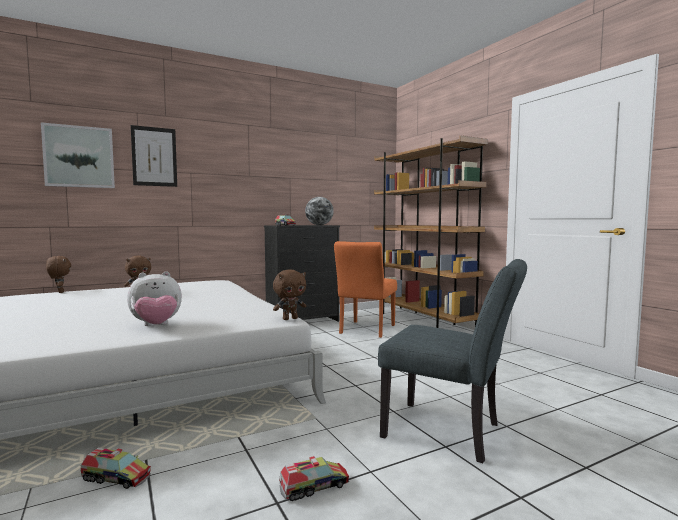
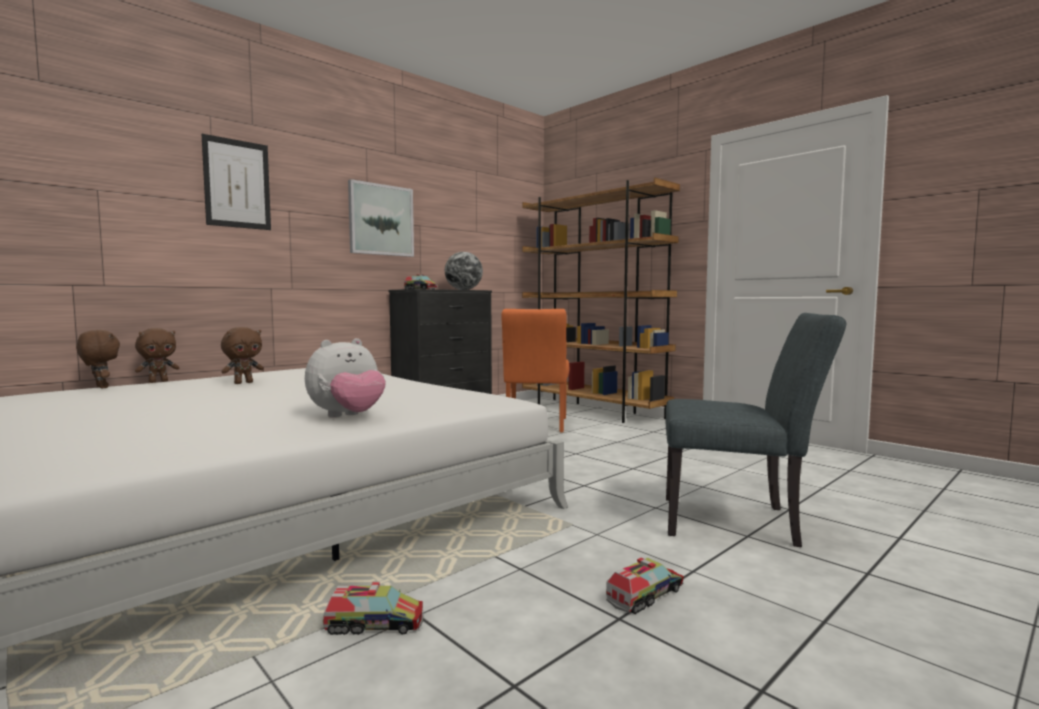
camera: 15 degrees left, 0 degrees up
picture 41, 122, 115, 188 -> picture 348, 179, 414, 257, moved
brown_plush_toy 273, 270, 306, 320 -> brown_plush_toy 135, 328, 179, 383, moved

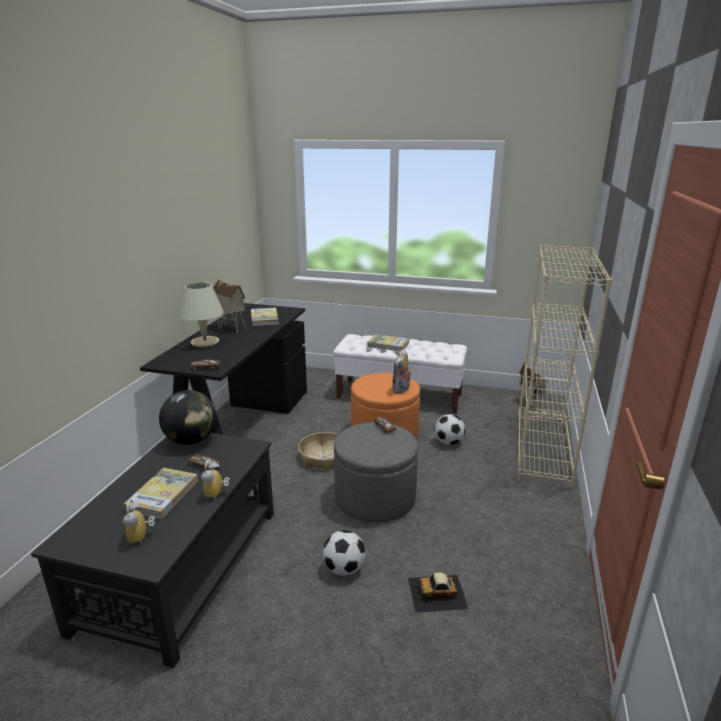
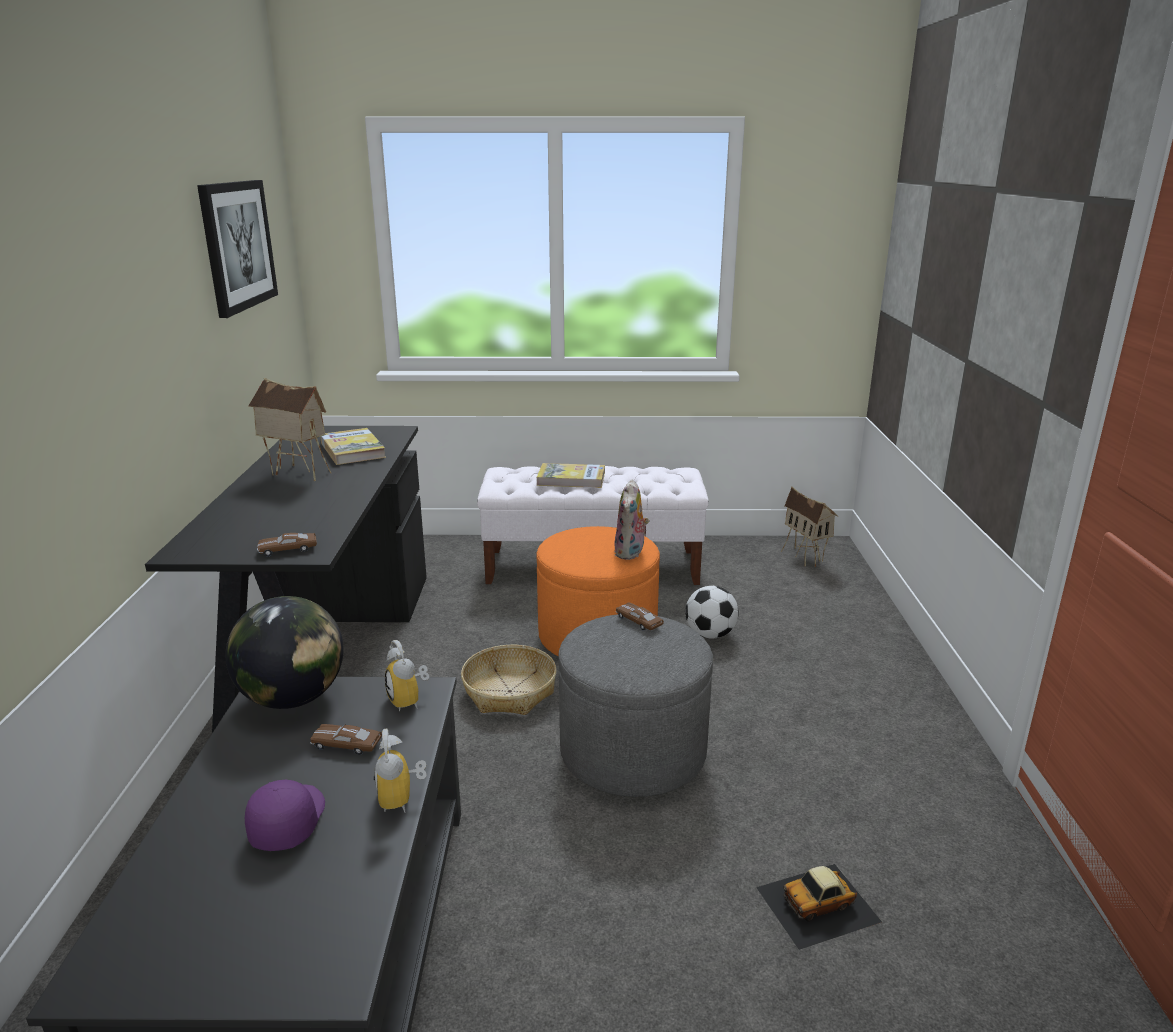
camera: 15 degrees left, 0 degrees up
beige_table_lamp 179, 282, 224, 348 -> none
football 323, 530, 366, 576 -> none
beige_bookcase 517, 245, 612, 489 -> none
none -> picture 197, 180, 278, 318
alarm_clock 123, 499, 155, 544 -> alarm_clock 385, 640, 429, 711, moved
book 124, 468, 198, 519 -> purple_cap 245, 780, 325, 851

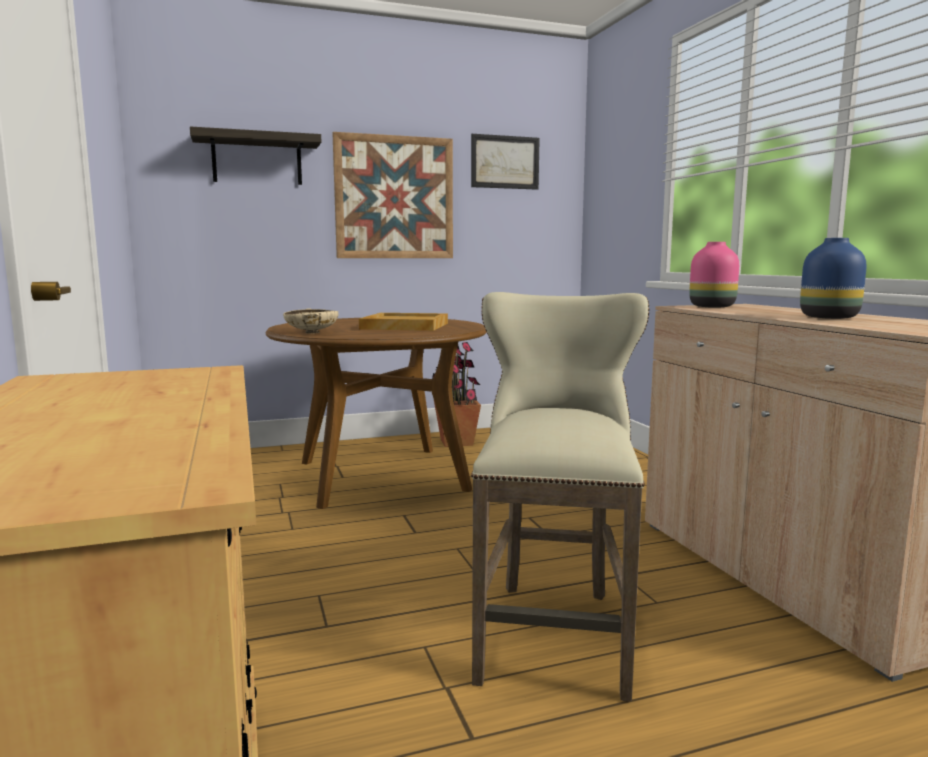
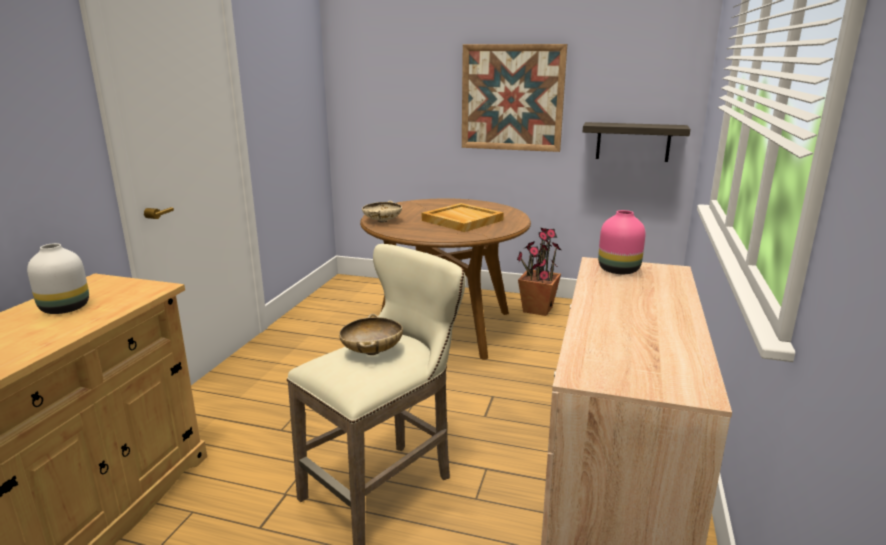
camera: 35 degrees right, 10 degrees up
picture 471, 134, 540, 190 -> none
blue_vase 800, 238, 866, 319 -> none
none -> white_vase 27, 243, 89, 314
none -> beige_bowl 339, 314, 403, 355
shelf 190, 126, 321, 185 -> shelf 583, 122, 690, 162, moved

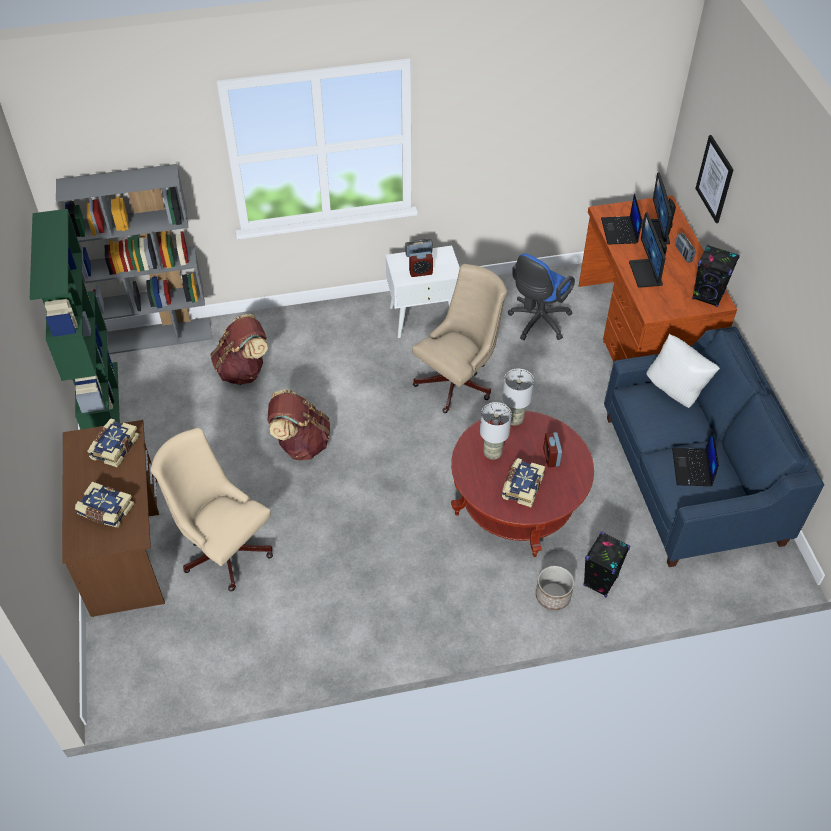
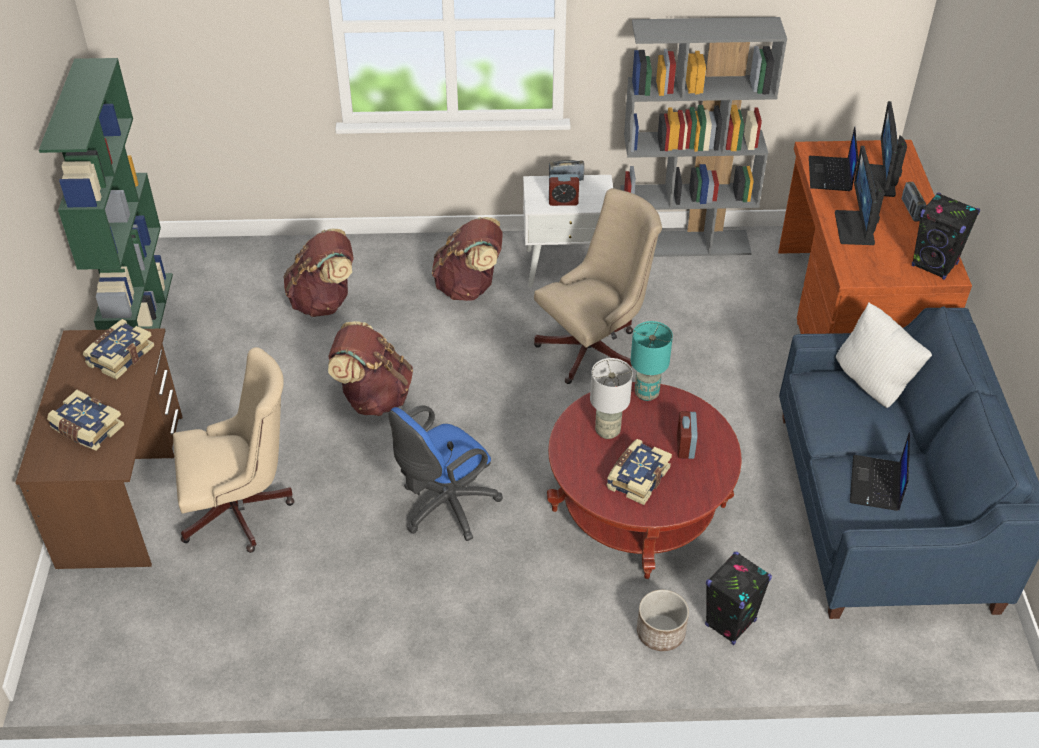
camera: 10 degrees right, 5 degrees down
picture 695, 135, 734, 223 -> none
none -> brown_backpack 432, 217, 503, 301
grey_bookcase 56, 164, 212, 354 -> grey_bookcase 620, 17, 787, 257, moved
blue_office_chair 508, 254, 575, 340 -> blue_office_chair 388, 405, 503, 541, moved
grey_table_lamp 503, 368, 534, 426 -> turquoise_table_lamp 631, 321, 673, 401
beige_office_chair 150, 428, 273, 592 -> beige_office_chair 173, 347, 295, 553, 120 degrees clockwise

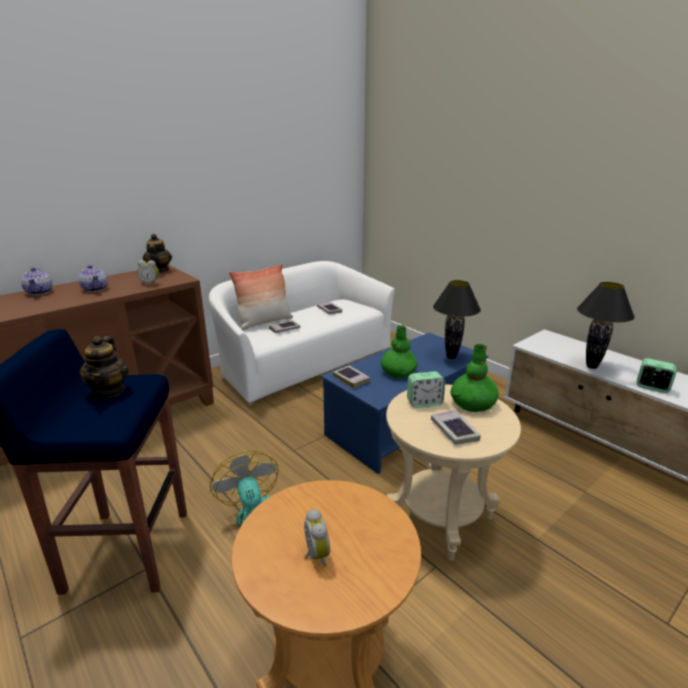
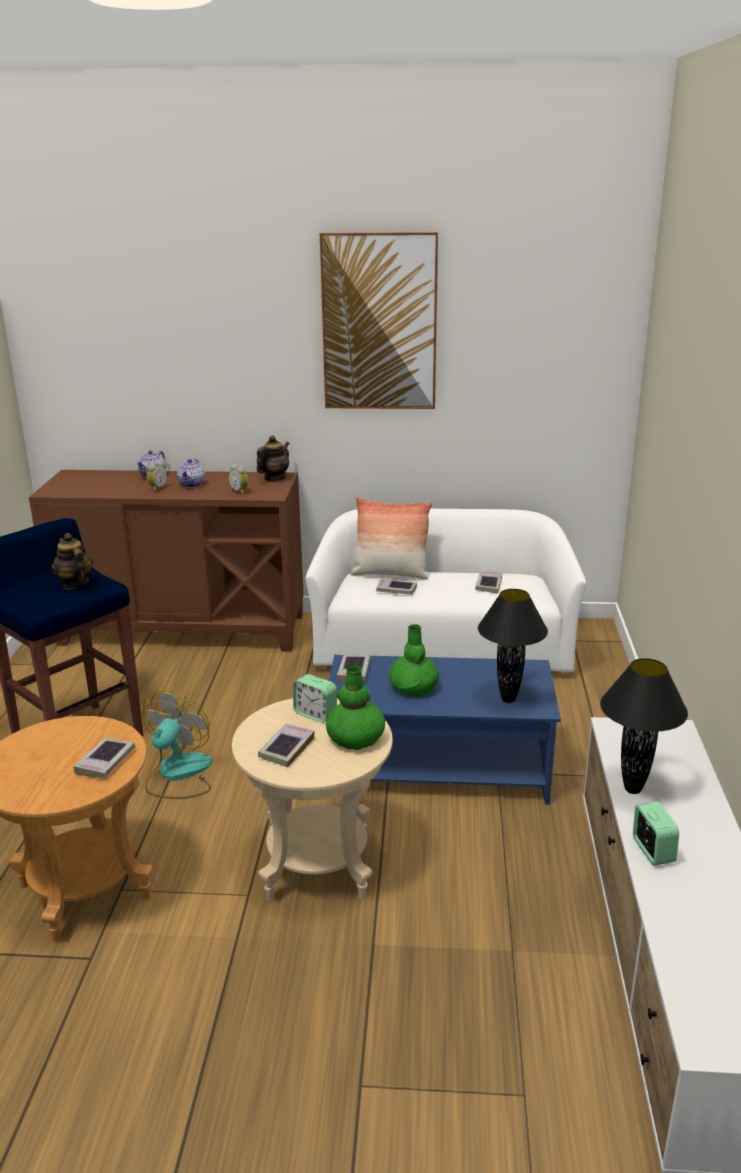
camera: 45 degrees right, 0 degrees up
none -> book 73, 738, 135, 779
none -> picture 320, 232, 438, 409
alarm_clock 304, 509, 330, 567 -> alarm_clock 147, 461, 167, 492, moved
teapot 79, 336, 129, 398 -> teapot 51, 533, 93, 590, 105 degrees clockwise

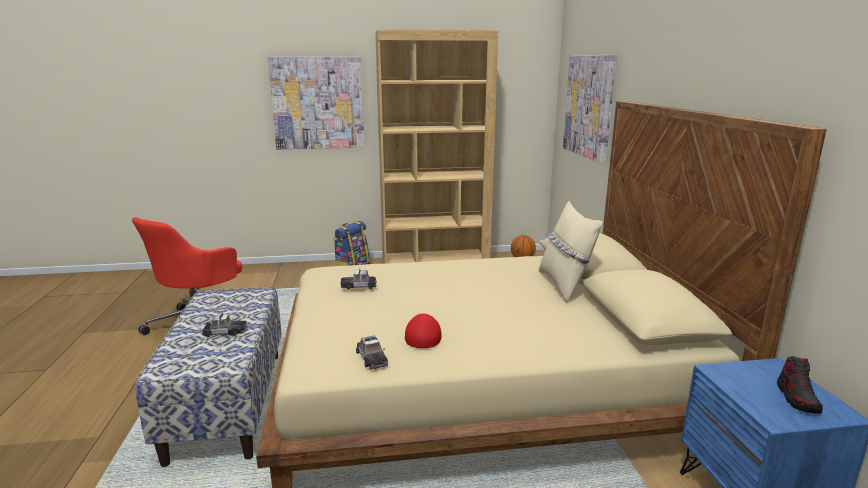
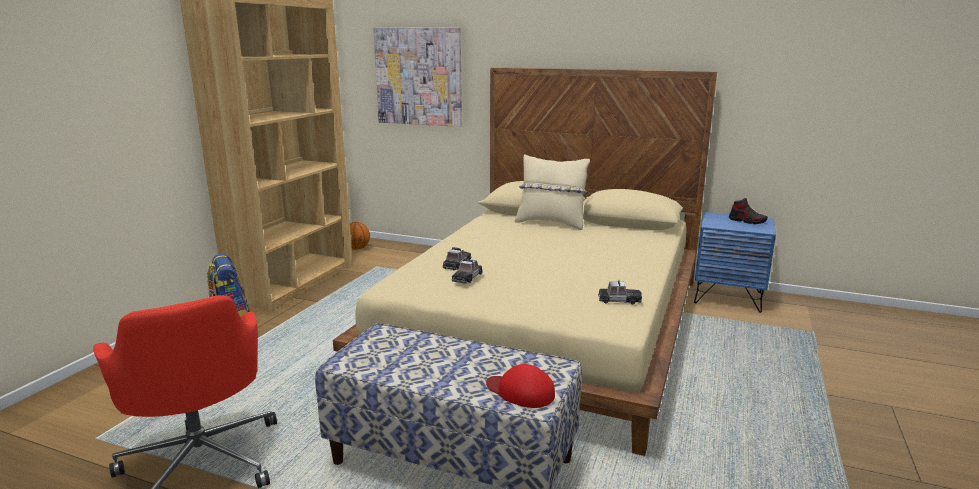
camera: 60 degrees left, 0 degrees up
picture 268, 57, 364, 149 -> none
toy_car 202, 312, 247, 338 -> toy_car 442, 247, 471, 270, moved
red_cap 405, 314, 442, 348 -> red_cap 486, 364, 555, 408, moved

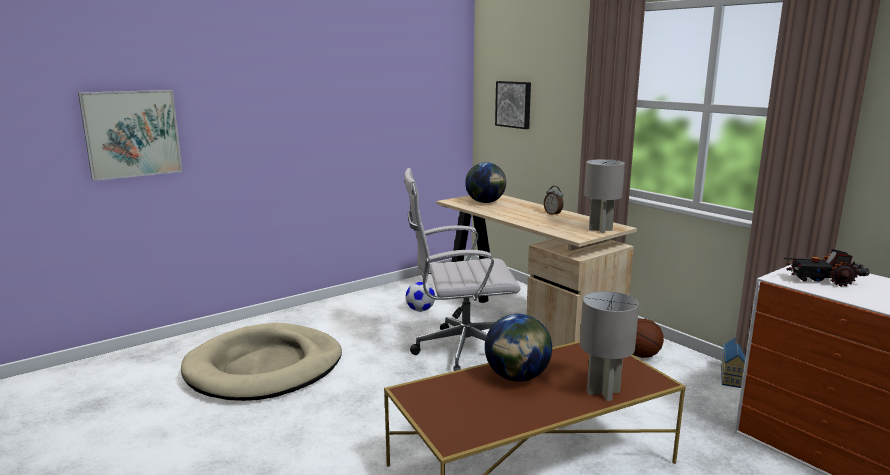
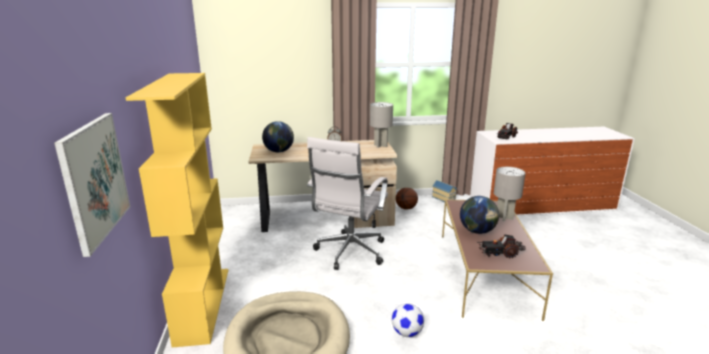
camera: 60 degrees left, 5 degrees up
picture 495, 81, 531, 129 -> none
none -> yellow_bookcase 125, 73, 228, 347
none -> toy_truck 477, 234, 526, 258
football 405, 282, 435, 312 -> football 392, 303, 424, 337, moved

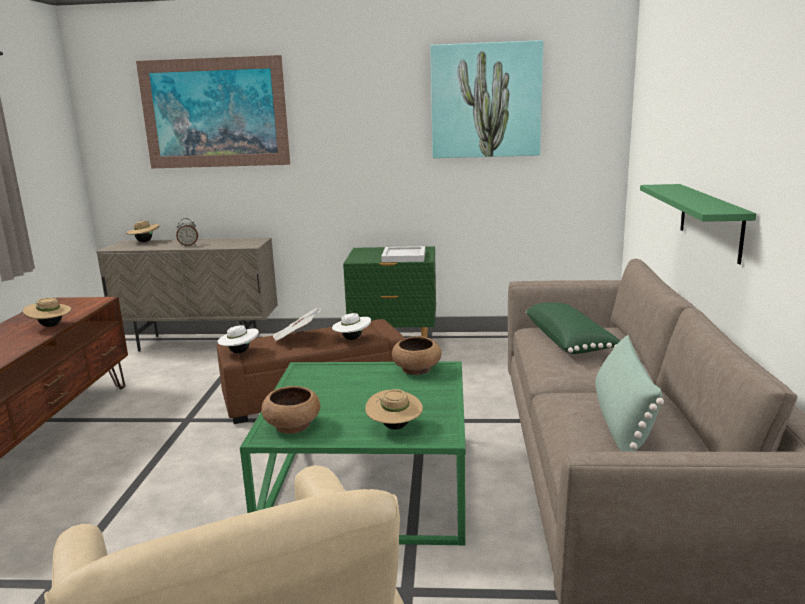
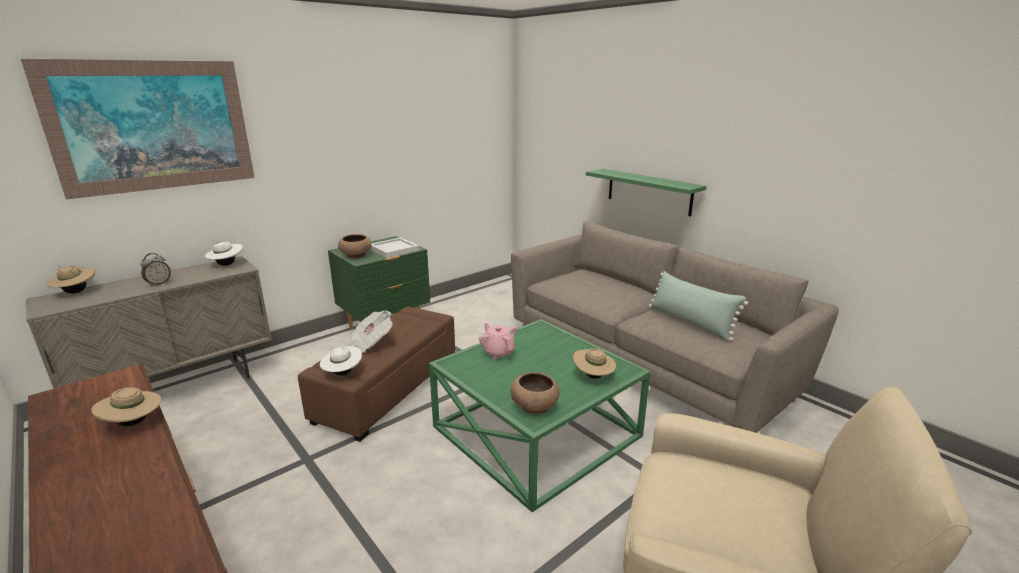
camera: 45 degrees left, 5 degrees up
picture 430, 40, 543, 158 -> none
green_pillow 526, 302, 620, 354 -> none
none -> pink_teapot 479, 323, 517, 359
white_hat 332, 311, 371, 340 -> white_hat 205, 241, 243, 266, moved
brown_bowl 392, 336, 441, 375 -> brown_bowl 338, 234, 372, 258, moved

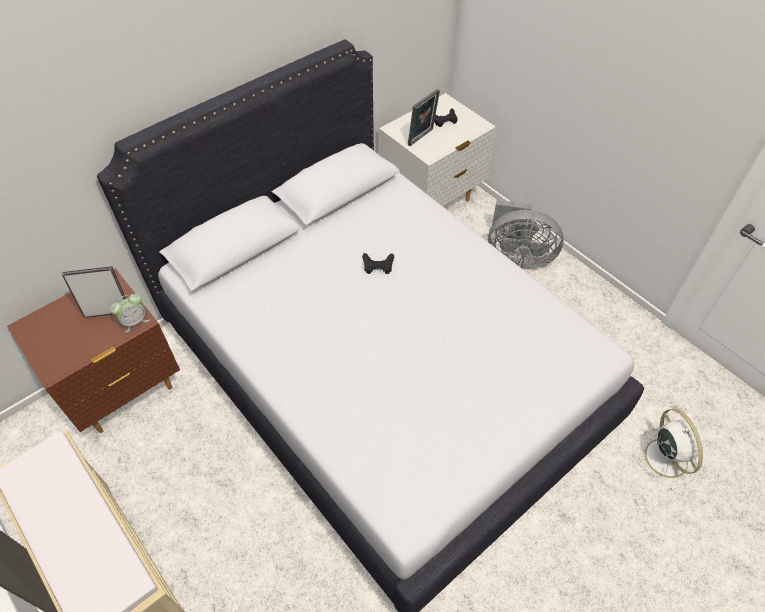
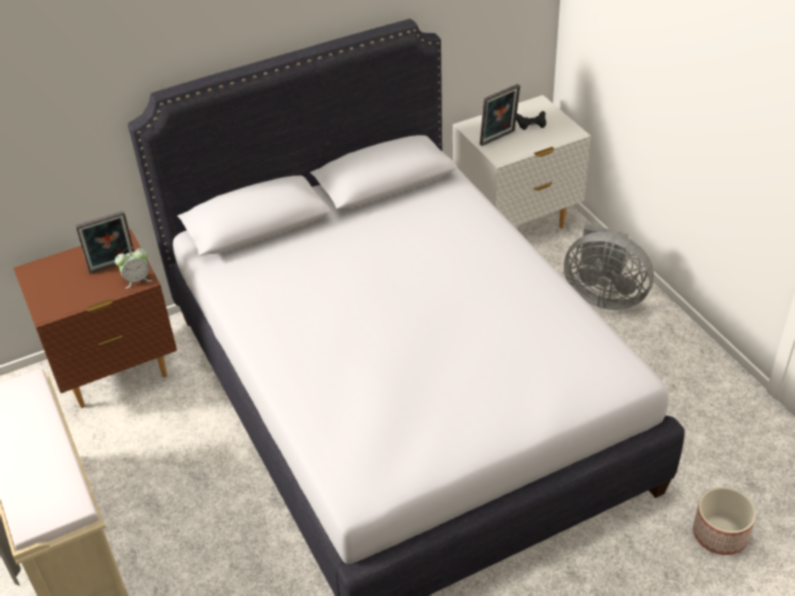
camera: 15 degrees right, 10 degrees down
black_game_controller 362, 253, 394, 274 -> none
white_fan 632, 409, 703, 490 -> planter 693, 487, 756, 555
picture_frame 62, 266, 126, 318 -> picture_frame 75, 211, 134, 274, 150 degrees clockwise

